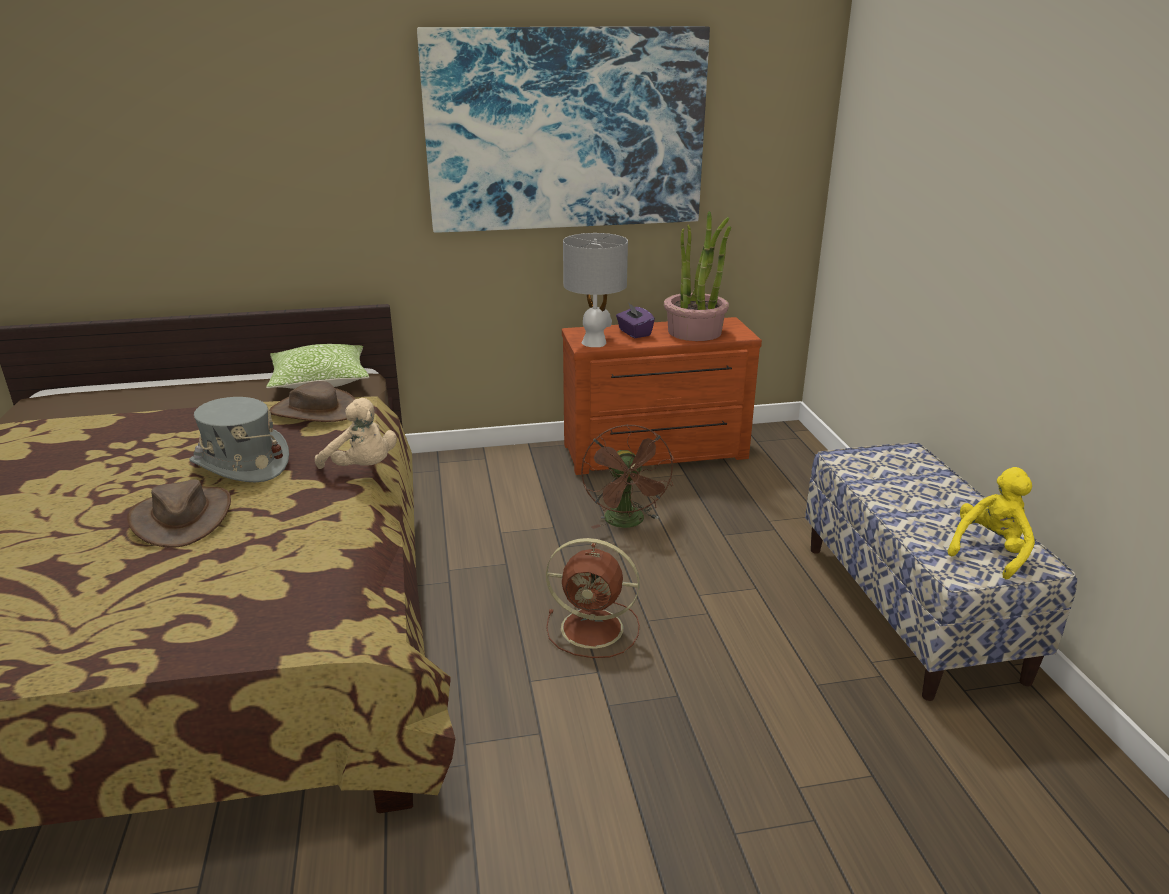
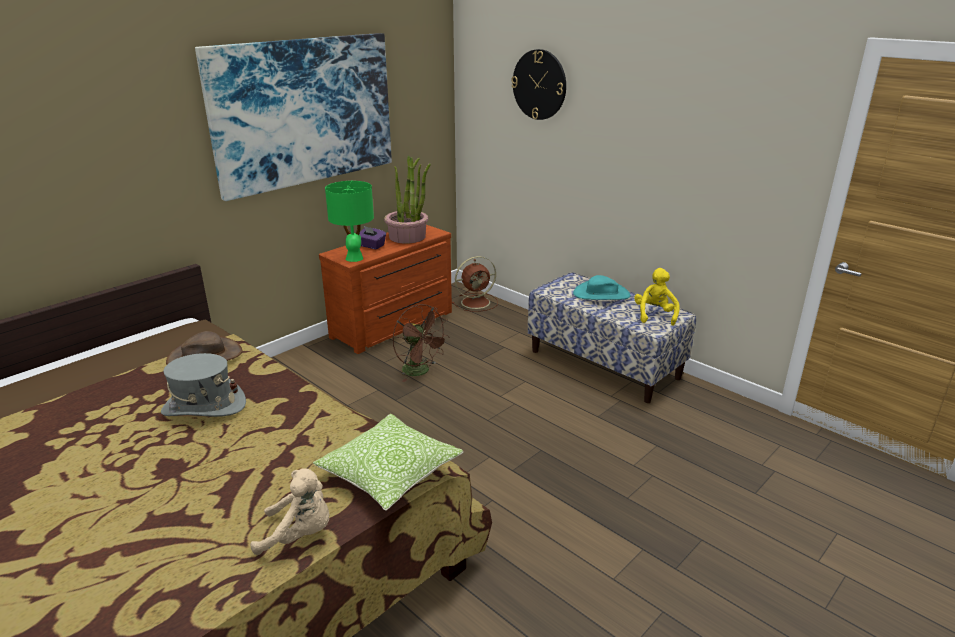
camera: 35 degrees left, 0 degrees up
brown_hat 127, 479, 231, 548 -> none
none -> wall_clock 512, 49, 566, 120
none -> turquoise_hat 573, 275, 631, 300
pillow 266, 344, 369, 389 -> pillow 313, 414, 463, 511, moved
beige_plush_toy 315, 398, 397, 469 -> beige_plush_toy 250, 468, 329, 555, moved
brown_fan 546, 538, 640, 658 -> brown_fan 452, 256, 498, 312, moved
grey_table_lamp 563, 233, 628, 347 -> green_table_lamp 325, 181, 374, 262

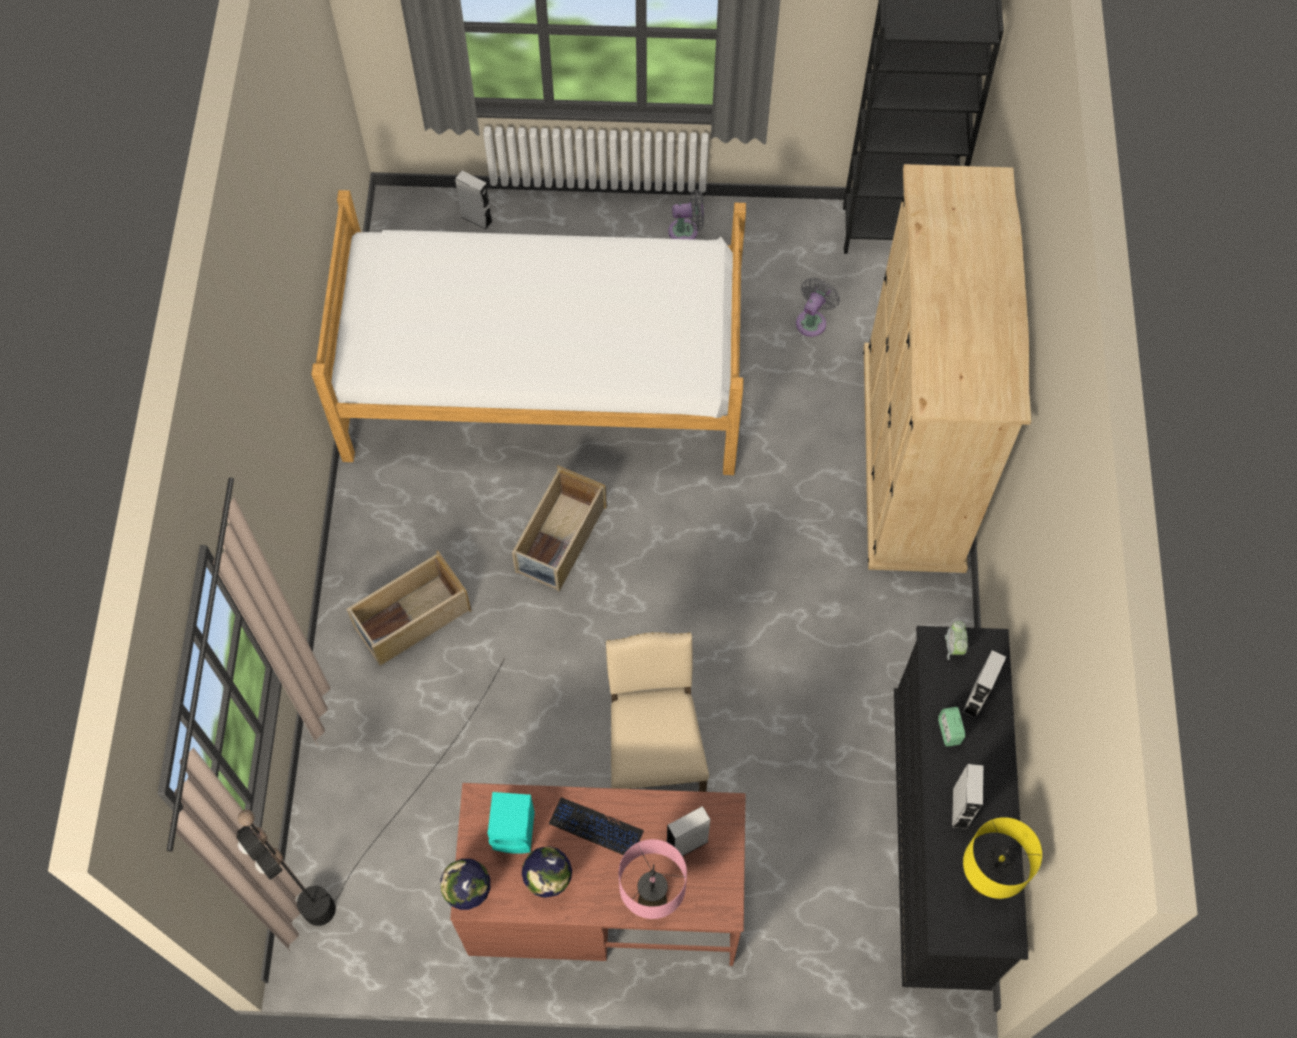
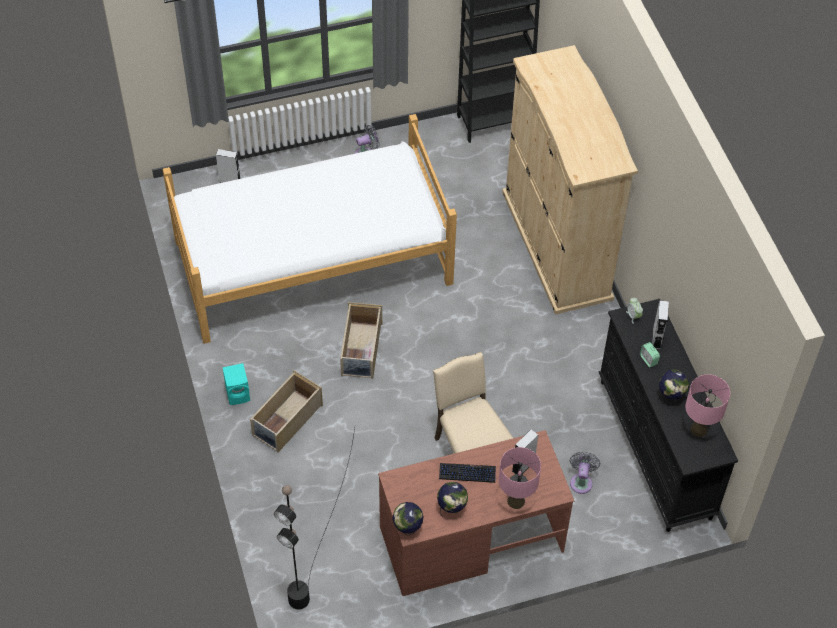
camera: 20 degrees left, 10 degrees down
turquoise_speaker 487, 792, 535, 854 -> turquoise_speaker 222, 363, 250, 405, moved
grey_fan 796, 277, 840, 337 -> grey_fan 570, 452, 600, 494, moved
grey_speaker 952, 764, 984, 829 -> globe 658, 370, 689, 402
yellow_table_lamp 963, 817, 1042, 899 -> pink_table_lamp 685, 374, 730, 437

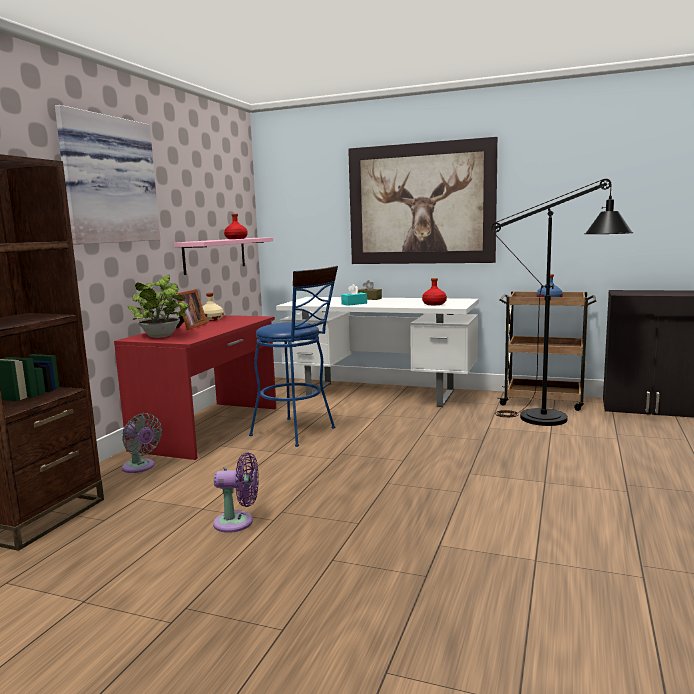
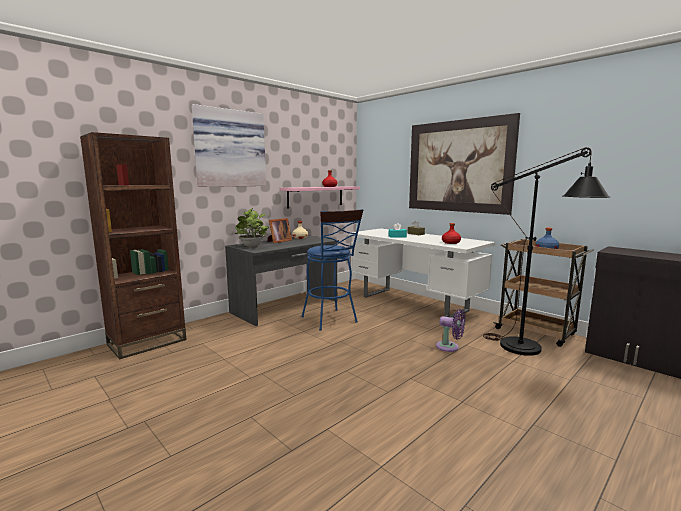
camera: 25 degrees right, 0 degrees up
grey_fan 122, 413, 162, 473 -> none
purple_fan 213, 452, 259, 533 -> purple_fan 436, 309, 465, 352, moved
red_desk 114, 315, 276, 460 -> grey_desk 225, 235, 339, 326

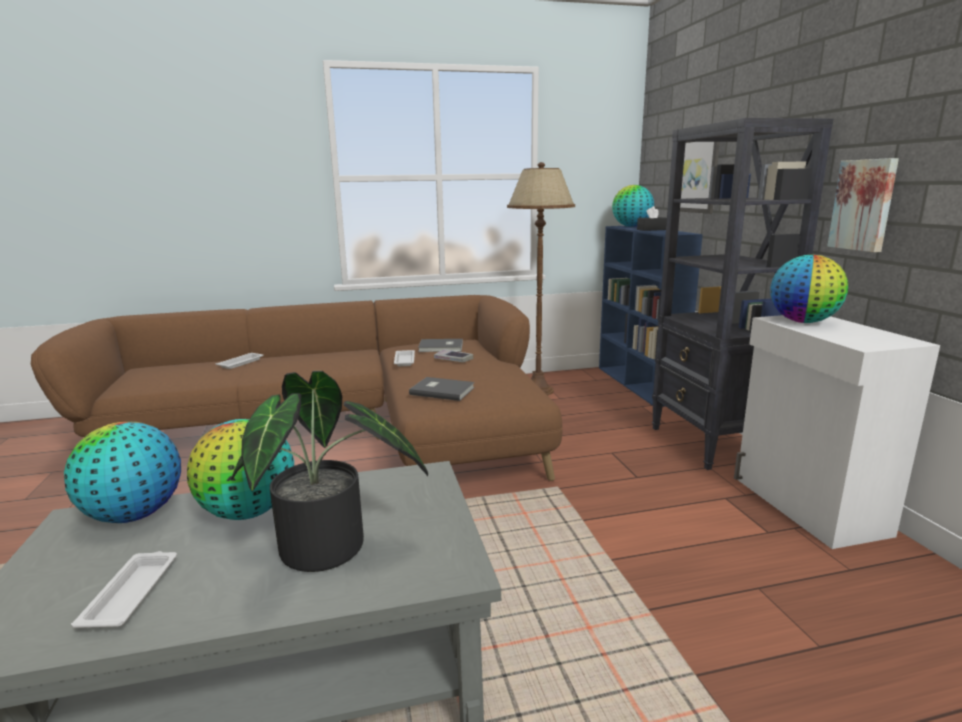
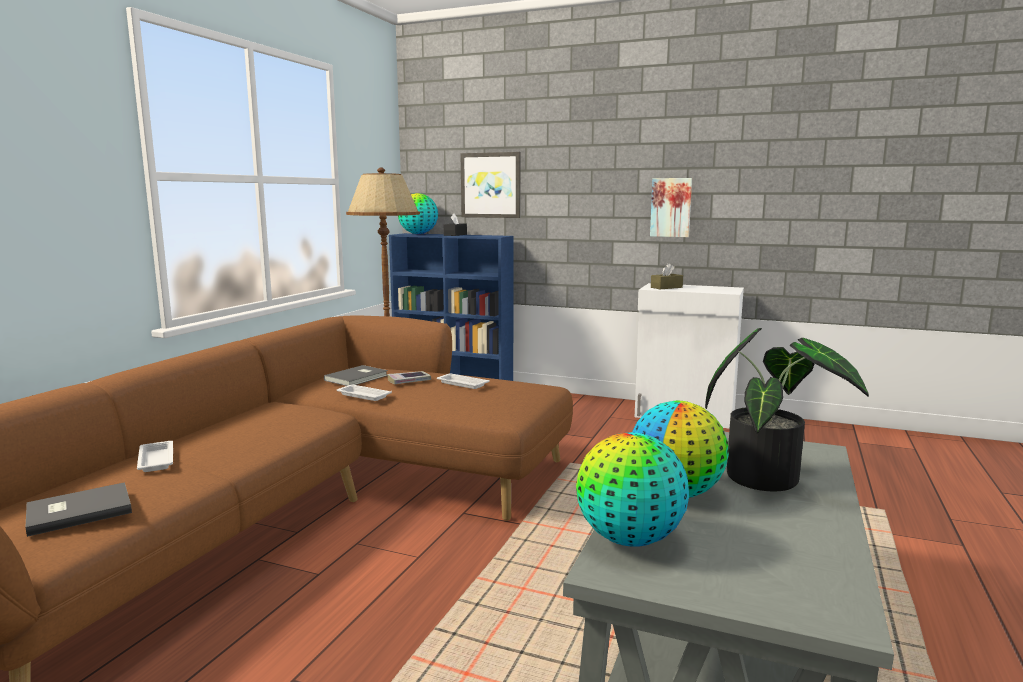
camera: 55 degrees left, 5 degrees down
black_bookcase 652, 118, 833, 470 -> none
white_tray 71, 551, 177, 628 -> white_tray 437, 373, 490, 389, moved
grey_book 409, 377, 475, 401 -> grey_book 26, 482, 132, 537, moved
globe 770, 255, 848, 323 -> brown_tissue_box 651, 263, 683, 289

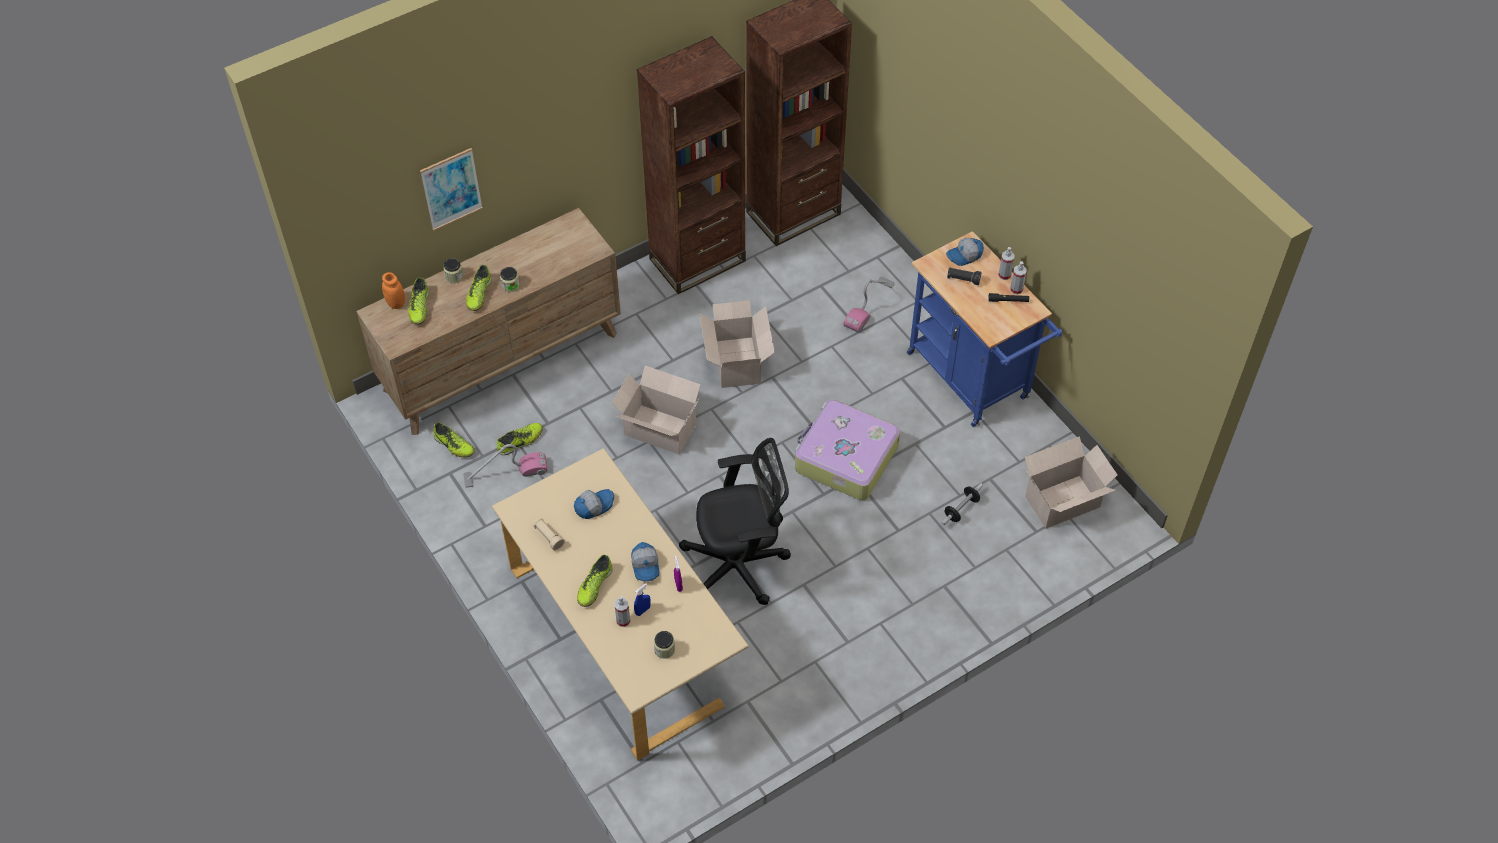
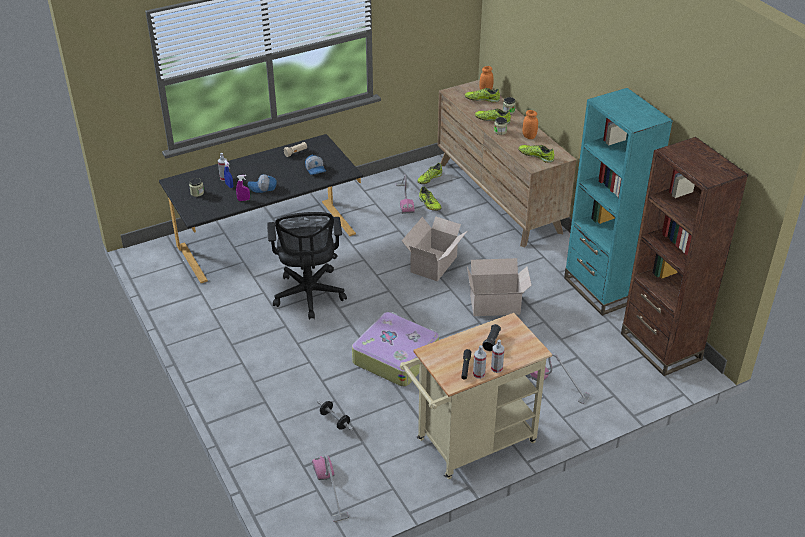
camera: 95 degrees right, 15 degrees down
picture 420, 148, 483, 231 -> none
cap 946, 238, 984, 266 -> none
none -> orange_jar 522, 110, 538, 139
shoe 577, 555, 613, 607 -> shoe 518, 145, 554, 163, moved
cardboard_box 1025, 436, 1117, 529 -> vacuum_cleaner 312, 455, 349, 522
beige_desk 492, 448, 748, 760 -> black_desk 159, 134, 363, 283
brown_bookcase 637, 36, 746, 294 -> turquoise_bookcase 564, 88, 673, 316
blue_cart 907, 231, 1062, 427 -> beige_cart 400, 313, 552, 479

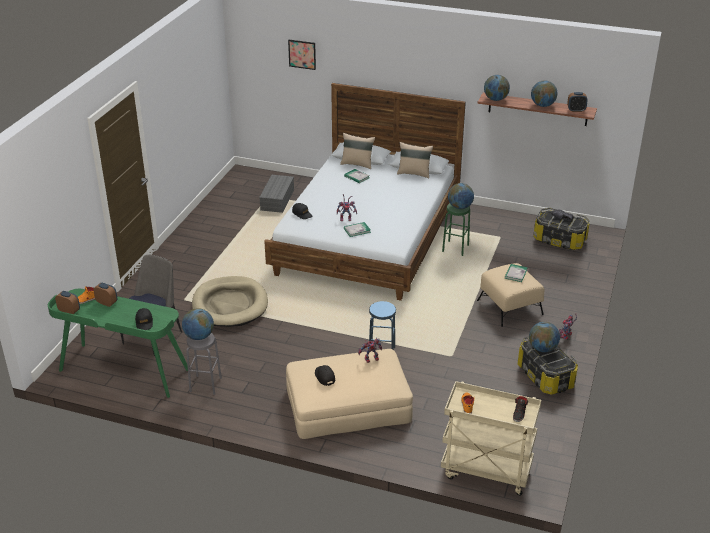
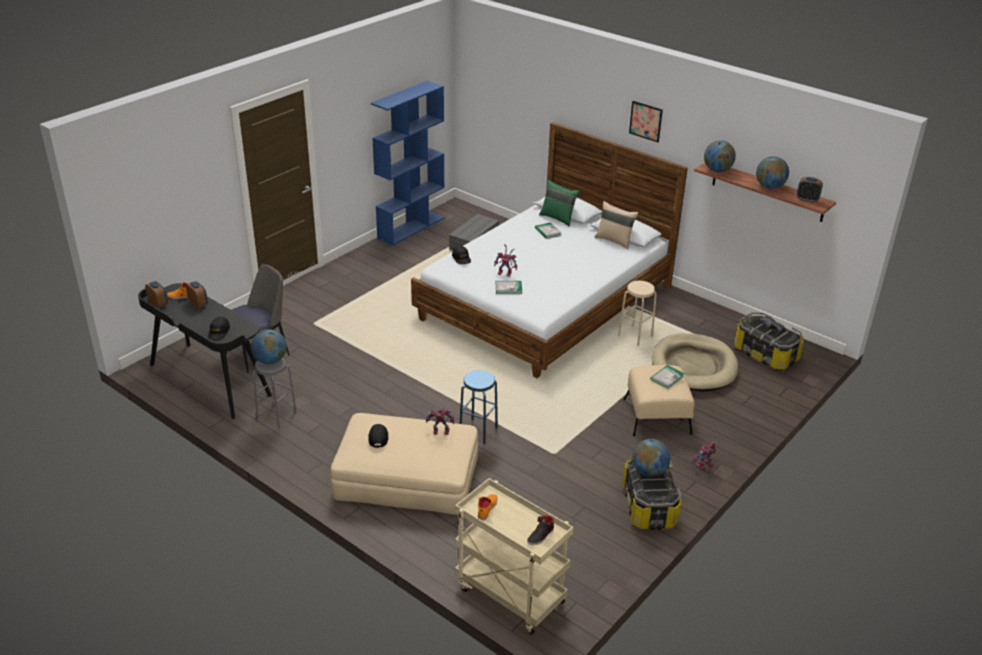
camera: 20 degrees right, 0 degrees up
globe 448, 183, 474, 209 -> none
none -> blue_bookcase 371, 81, 445, 246
beige_dog_bed 192, 276, 268, 327 -> beige_dog_bed 652, 333, 738, 392, moved
picture 288, 40, 316, 70 -> picture 629, 101, 663, 142, moved
green_desk 48, 289, 188, 398 -> black_desk 138, 283, 272, 419
beige_pillow 340, 133, 375, 169 -> green_pillow 539, 180, 580, 227
green_stool 442, 203, 470, 256 -> beige_stool 618, 281, 657, 346

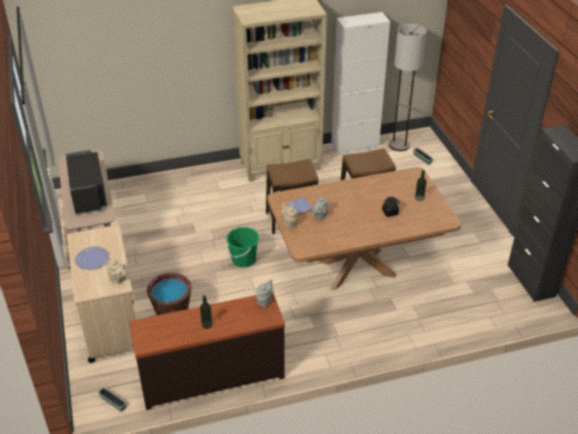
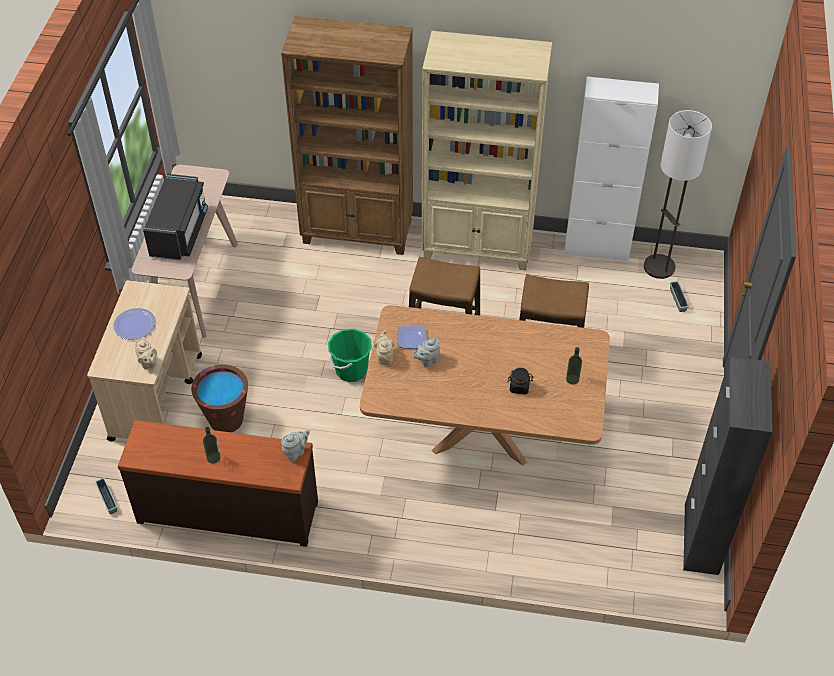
camera: 25 degrees right, 10 degrees up
none -> brown_bookcase 281, 16, 413, 255

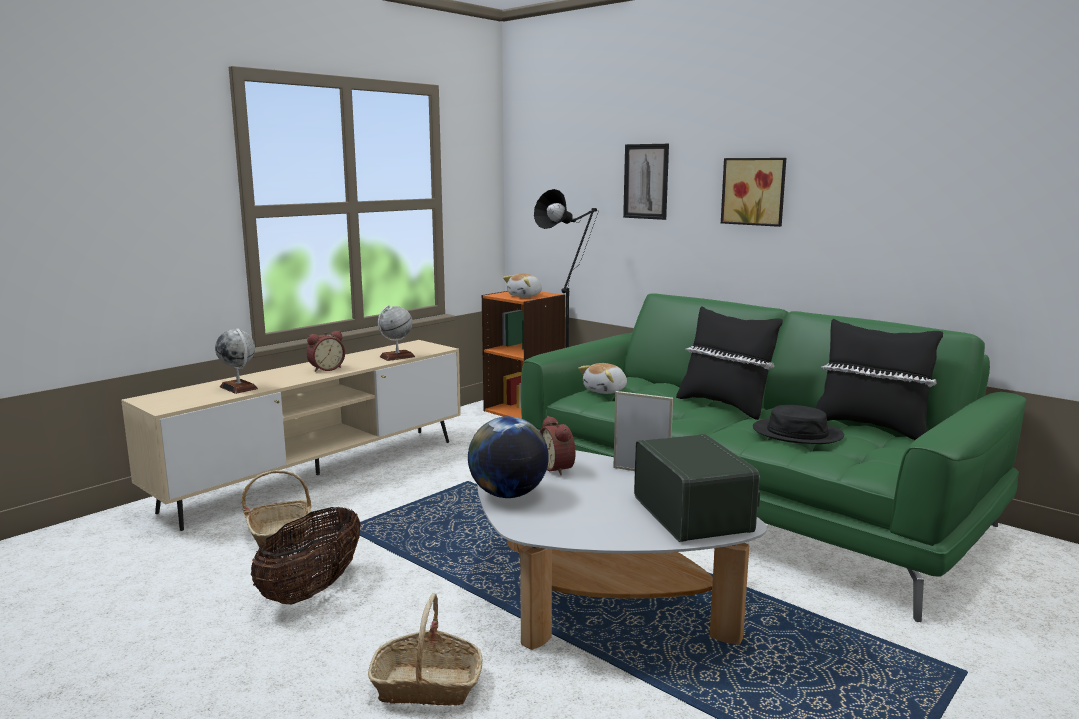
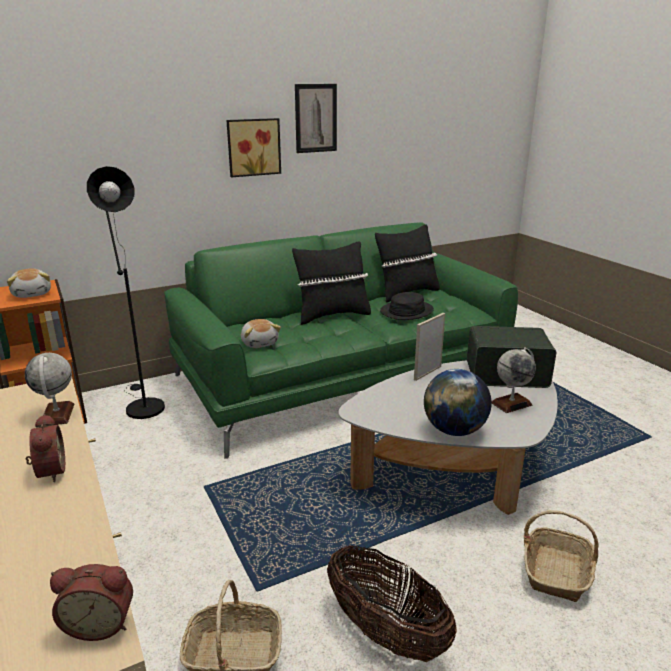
camera: 70 degrees left, 10 degrees up
globe 215, 328, 258, 394 -> globe 492, 347, 536, 413, moved
alarm_clock 540, 416, 576, 475 -> alarm_clock 50, 564, 133, 641, moved
picture 623, 144, 669, 220 -> picture 295, 84, 337, 153, moved

